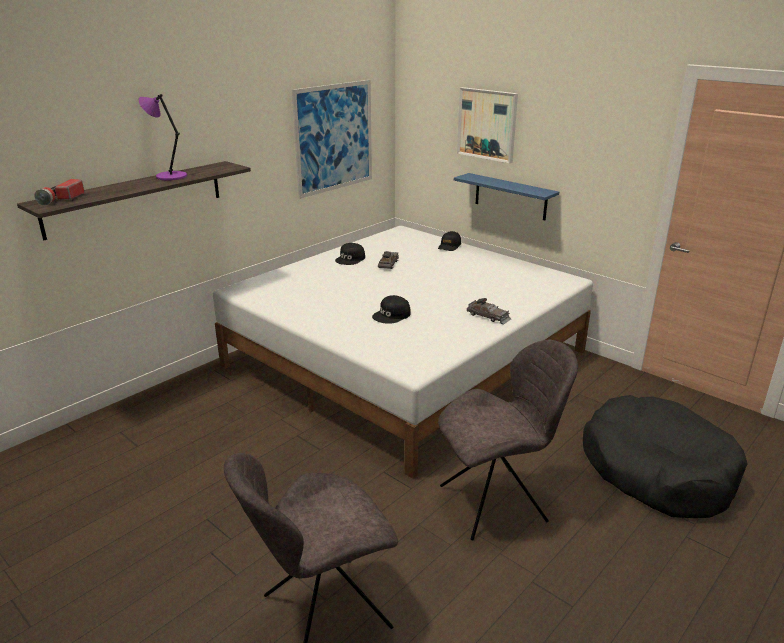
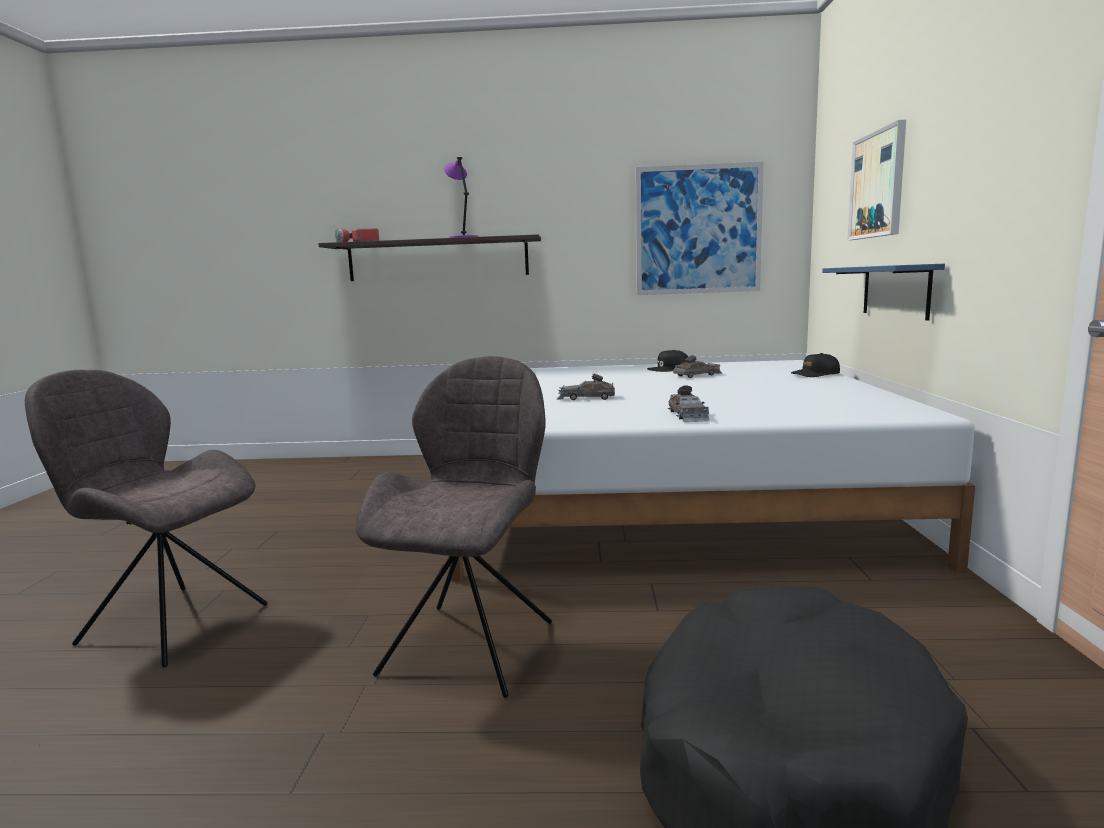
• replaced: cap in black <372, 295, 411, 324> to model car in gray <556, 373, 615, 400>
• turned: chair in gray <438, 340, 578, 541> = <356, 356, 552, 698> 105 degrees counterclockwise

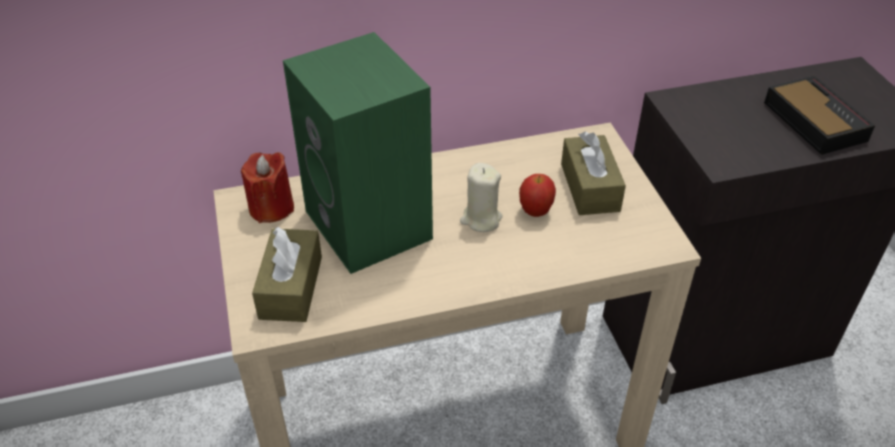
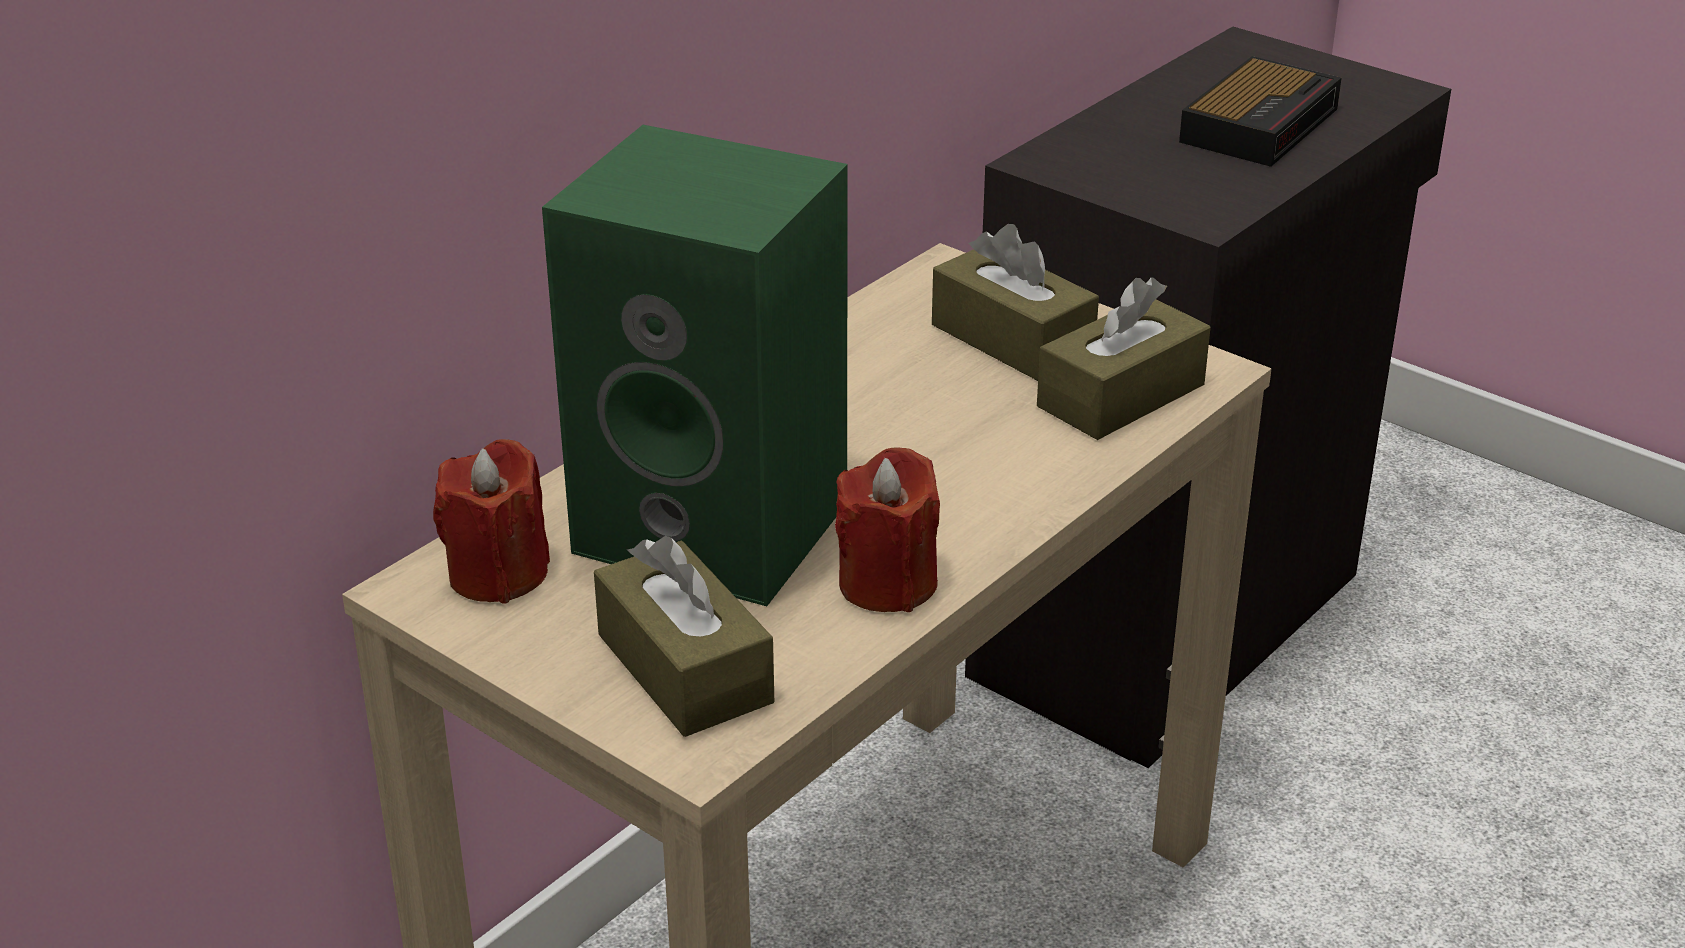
• removed: wax light in sand-coloured <460, 163, 502, 232>
• removed: apple fruit <519, 174, 556, 217>
• turned: alarm clock <764, 76, 875, 155> = <1179, 56, 1342, 167> 90 degrees clockwise
• added: wax light in red <835, 447, 940, 612>
• added: tissue box in brown-coloured <1037, 277, 1211, 440>

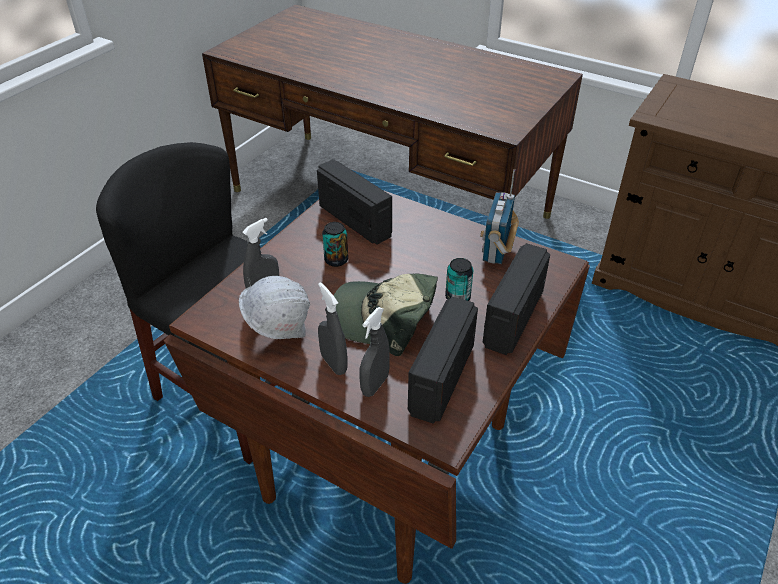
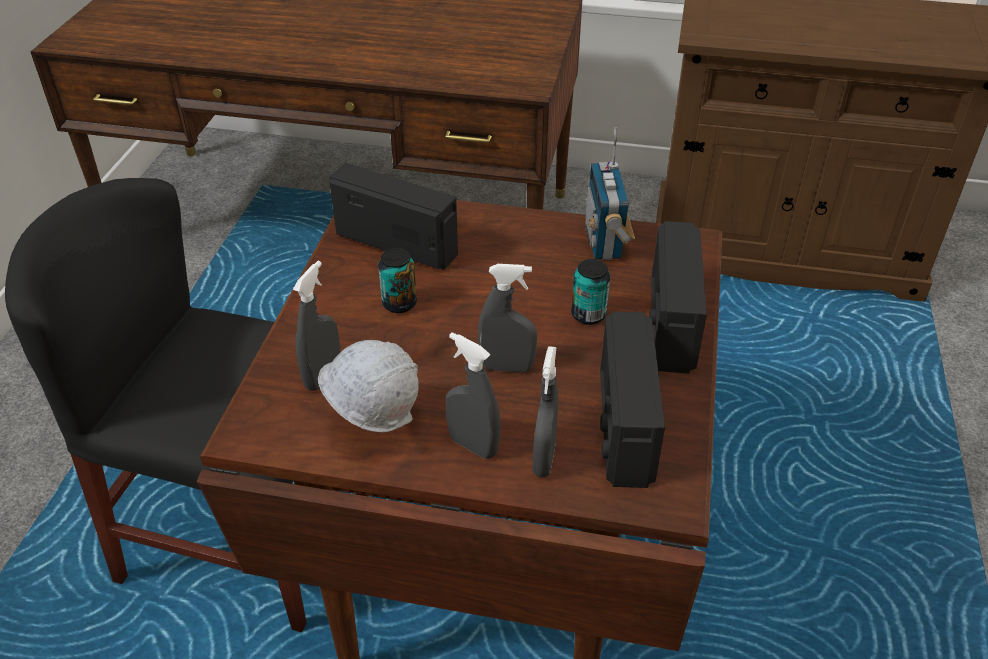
• replaced: cap <334, 273, 438, 356> to sprayer in gray <478, 264, 537, 372>

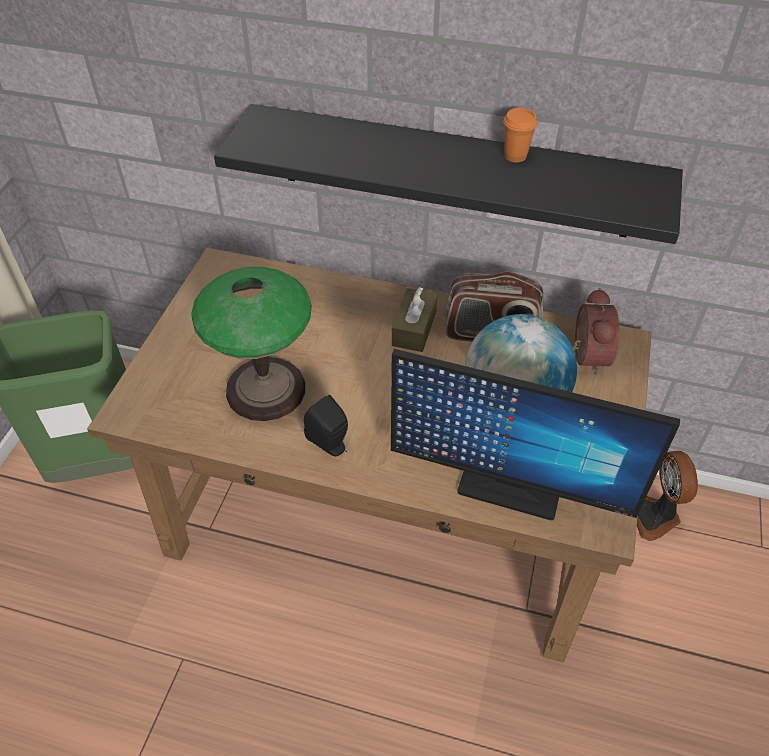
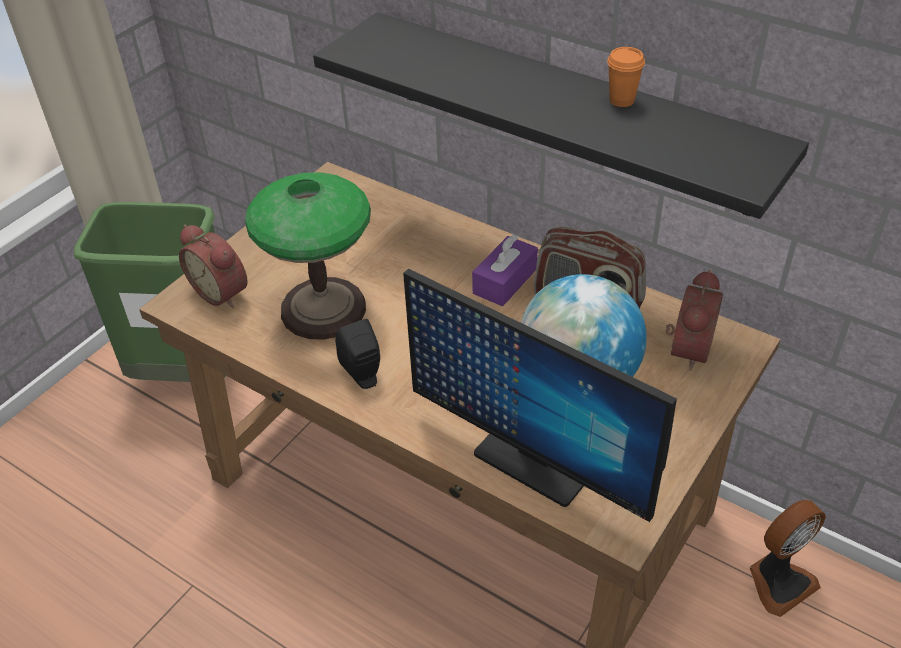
• recoloured: tissue box in brown-coloured <392, 287, 437, 352> to tissue box in purple <472, 234, 538, 306>
• turned: cooling fan <637, 451, 698, 541> = <750, 500, 826, 617> 135 degrees counterclockwise
• added: alarm clock <179, 225, 248, 308>

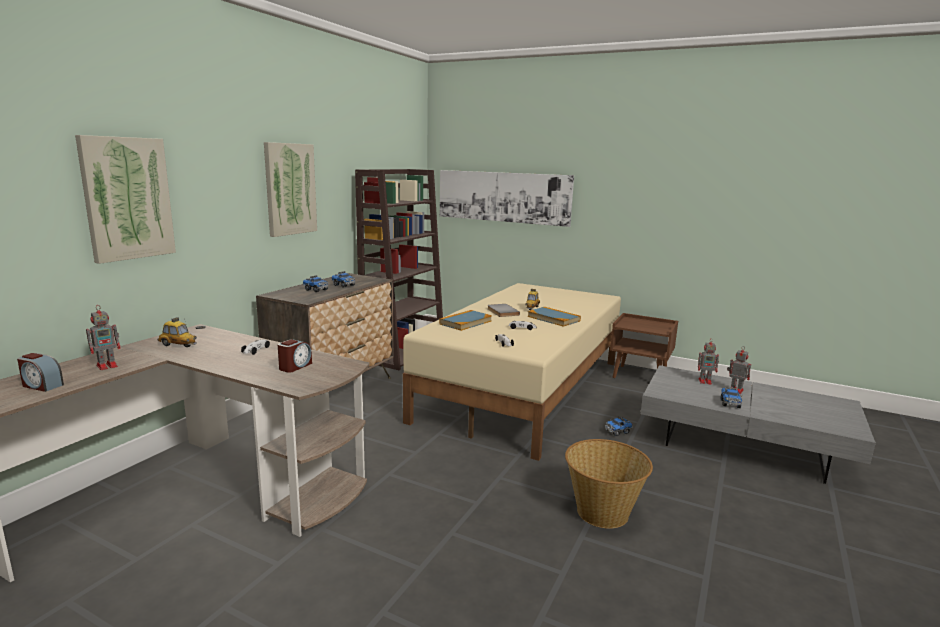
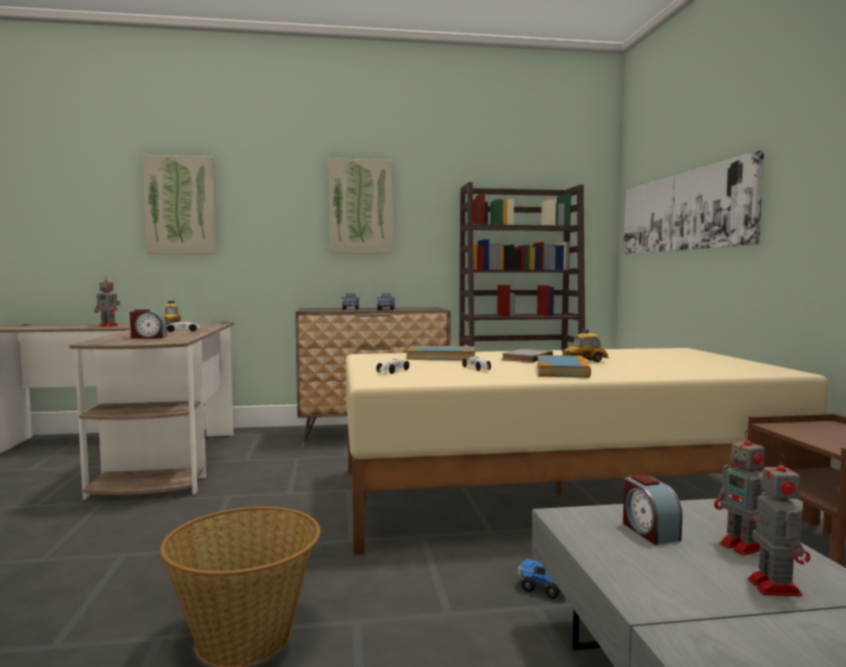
• moved: alarm clock <17, 353, 64, 392> to <623, 474, 682, 545>
• removed: model truck <721, 387, 743, 408>

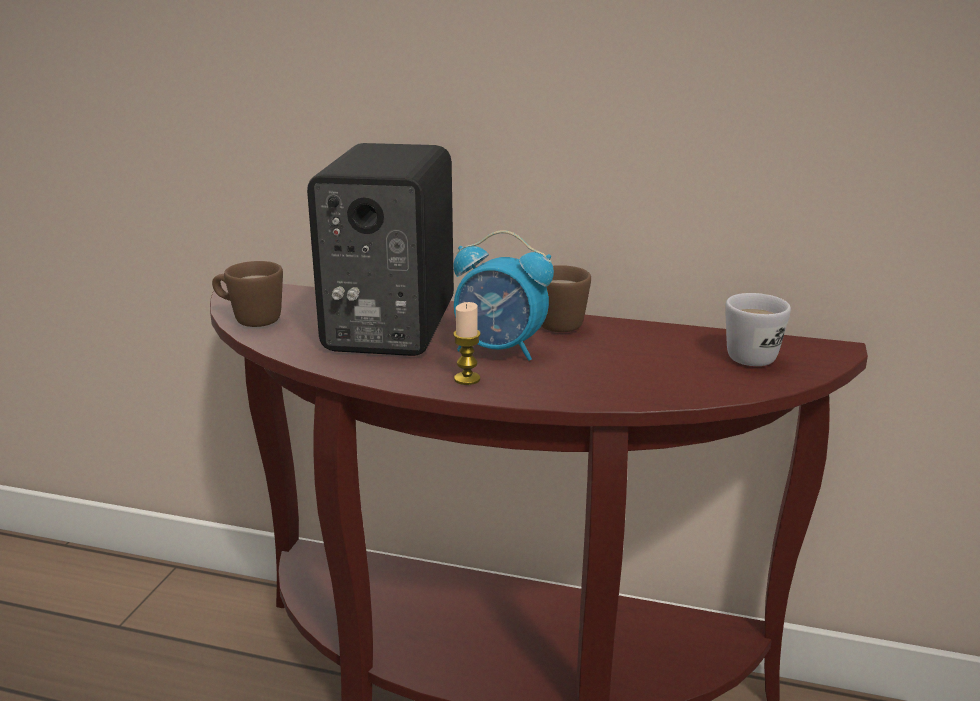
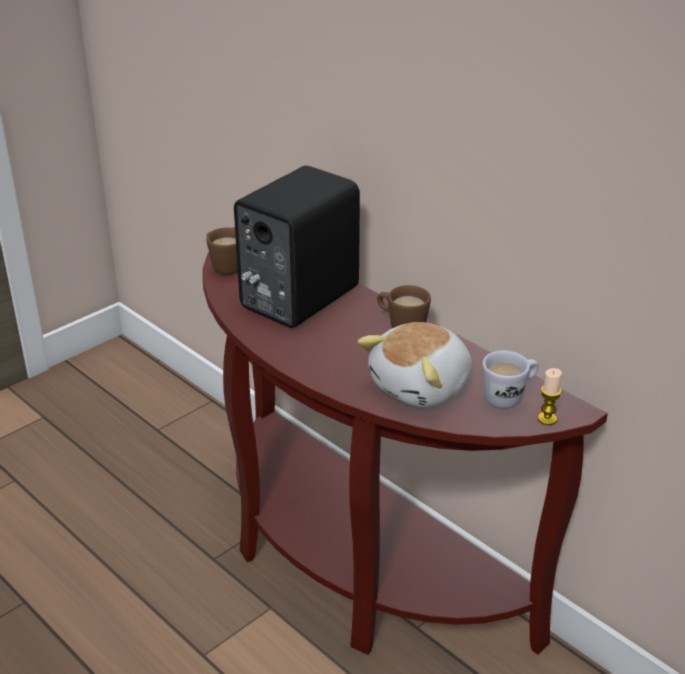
• removed: alarm clock <453, 230, 554, 361>
• moved: wax light <453, 302, 480, 385> to <538, 368, 562, 425>
• added: soft toy <358, 322, 472, 407>

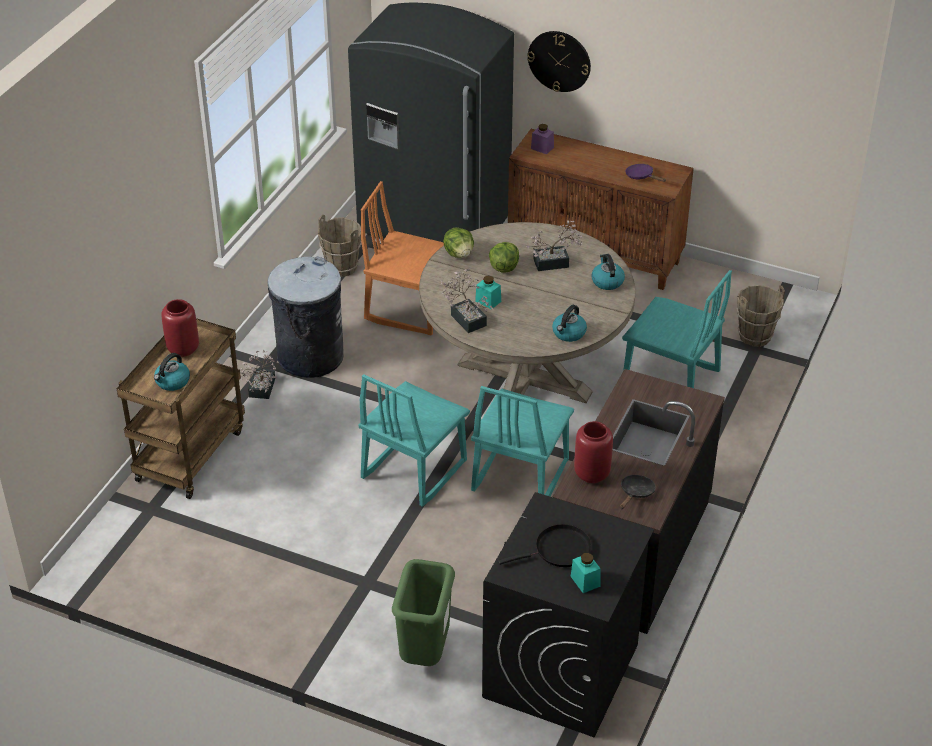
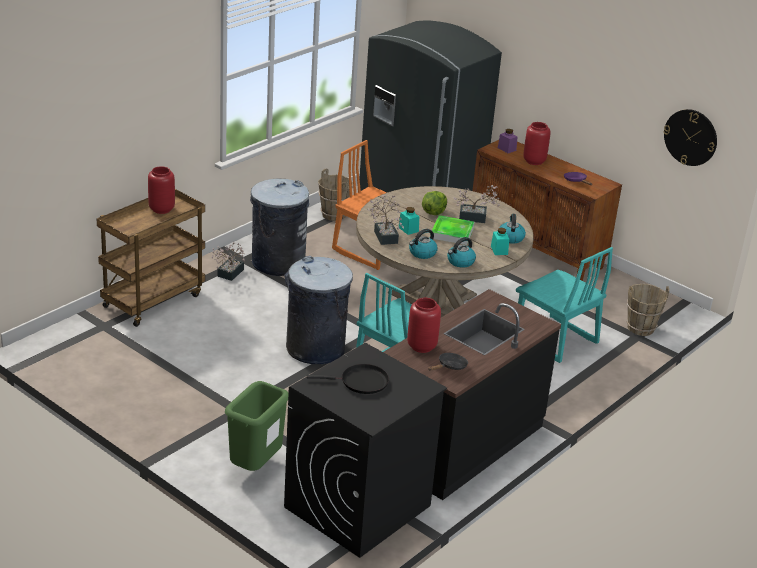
• moved: water kettle <154, 353, 190, 391> to <409, 229, 438, 259>
• replaced: chair in turquoise-coloured <359, 374, 470, 507> to trash can in gray <284, 256, 353, 364>
• removed: lettuce head <444, 227, 474, 258>
• moved: wall clock <527, 31, 591, 92> to <664, 109, 717, 166>
• moved: jar in turquoise-coloured <571, 553, 601, 593> to <491, 228, 509, 255>
• added: carrying tray <432, 215, 475, 245>
• added: flower vase in red <523, 122, 551, 165>

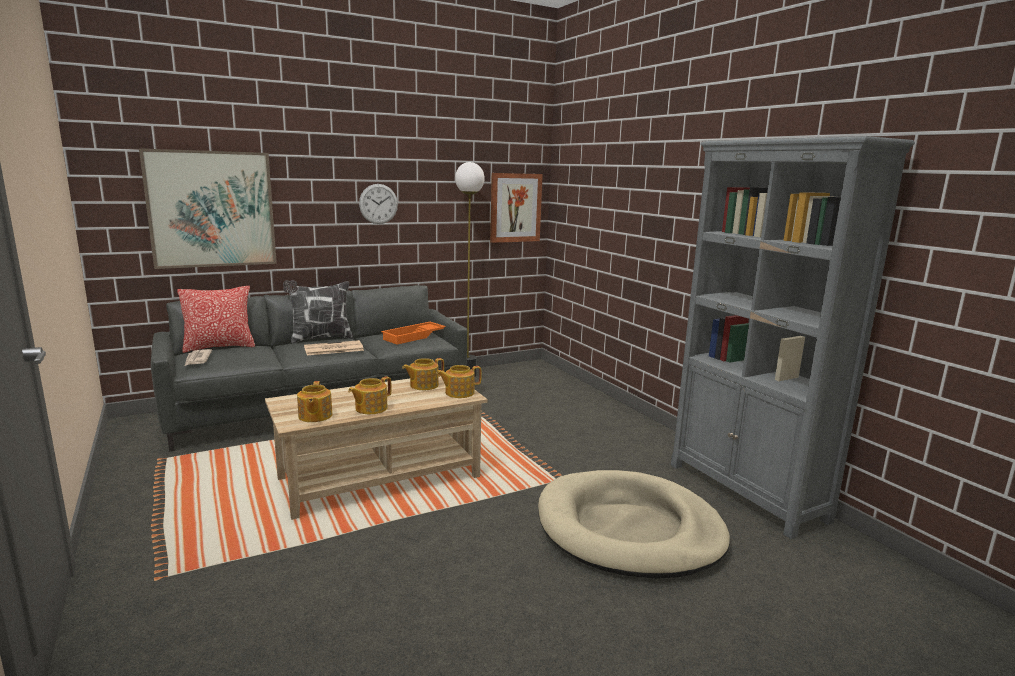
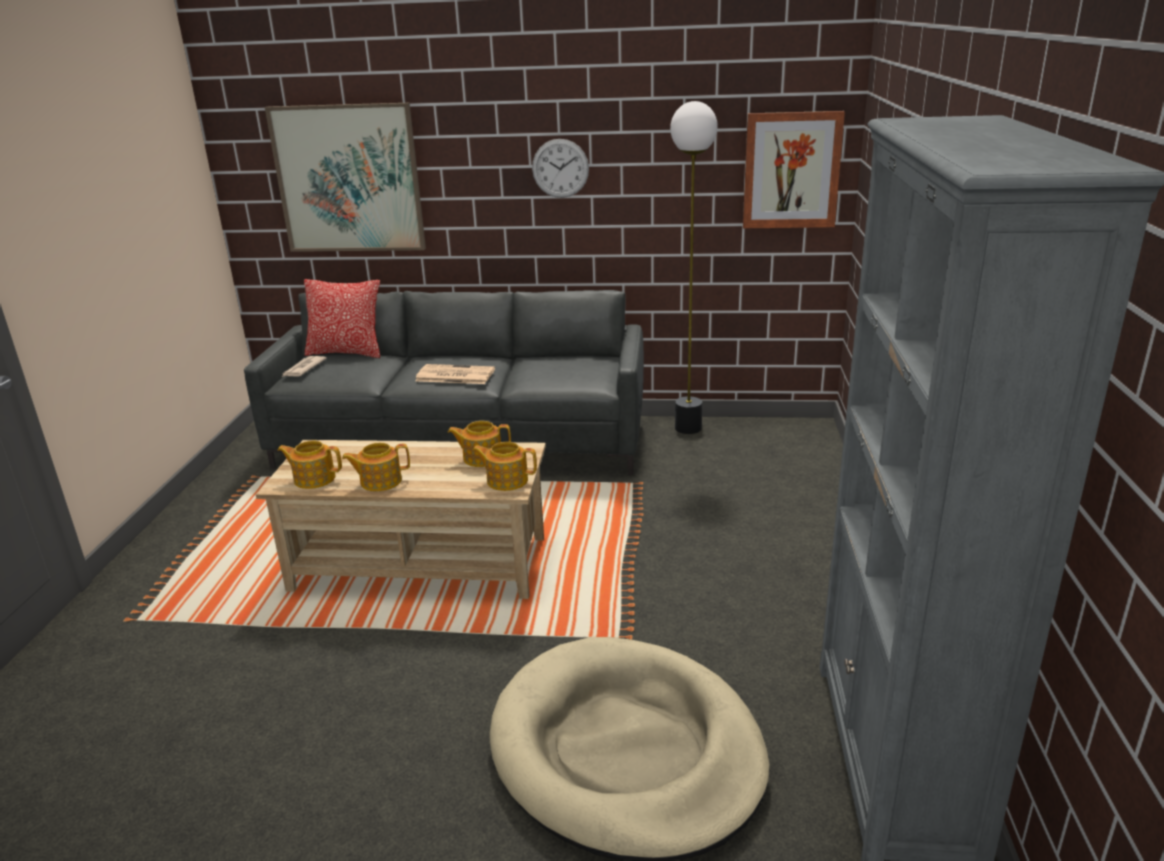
• removed: cushion <283, 280, 353, 344>
• turned: teapot <297, 381, 332, 422> = <277, 441, 342, 489> 75 degrees clockwise
• removed: carrying tray in orangey <381, 322, 446, 345>

